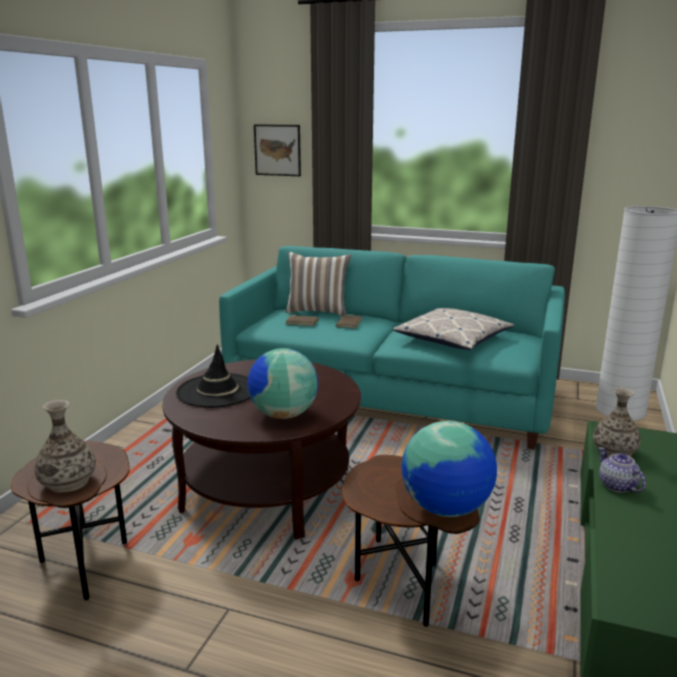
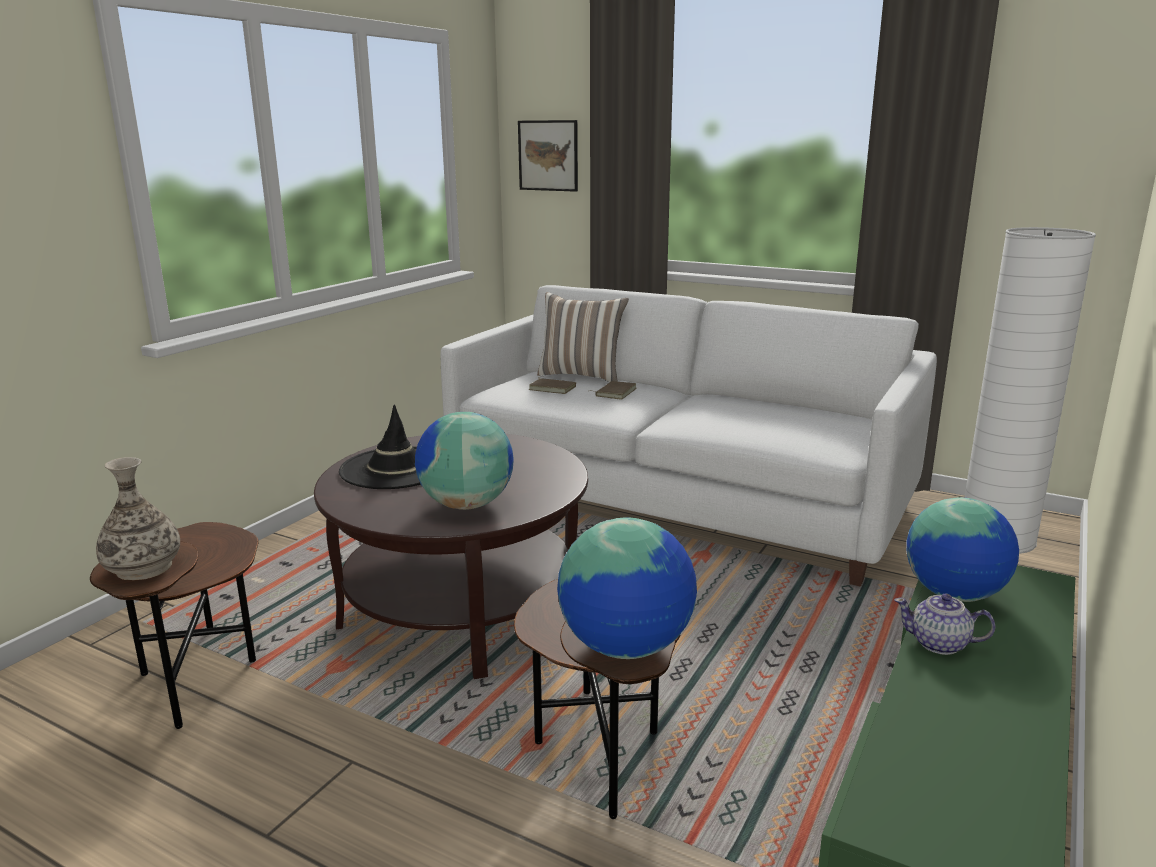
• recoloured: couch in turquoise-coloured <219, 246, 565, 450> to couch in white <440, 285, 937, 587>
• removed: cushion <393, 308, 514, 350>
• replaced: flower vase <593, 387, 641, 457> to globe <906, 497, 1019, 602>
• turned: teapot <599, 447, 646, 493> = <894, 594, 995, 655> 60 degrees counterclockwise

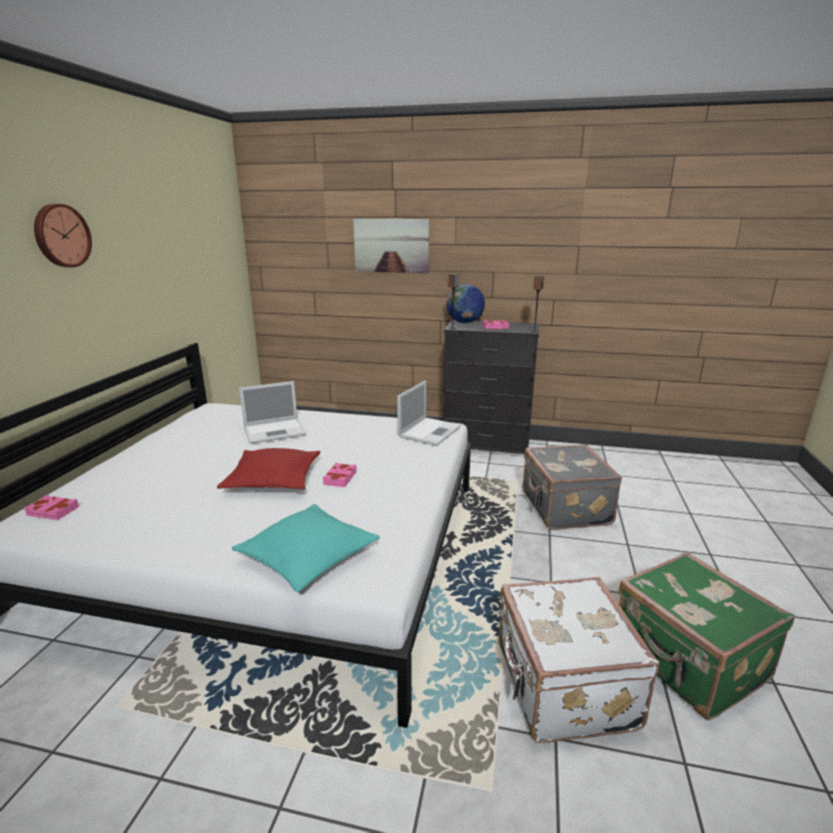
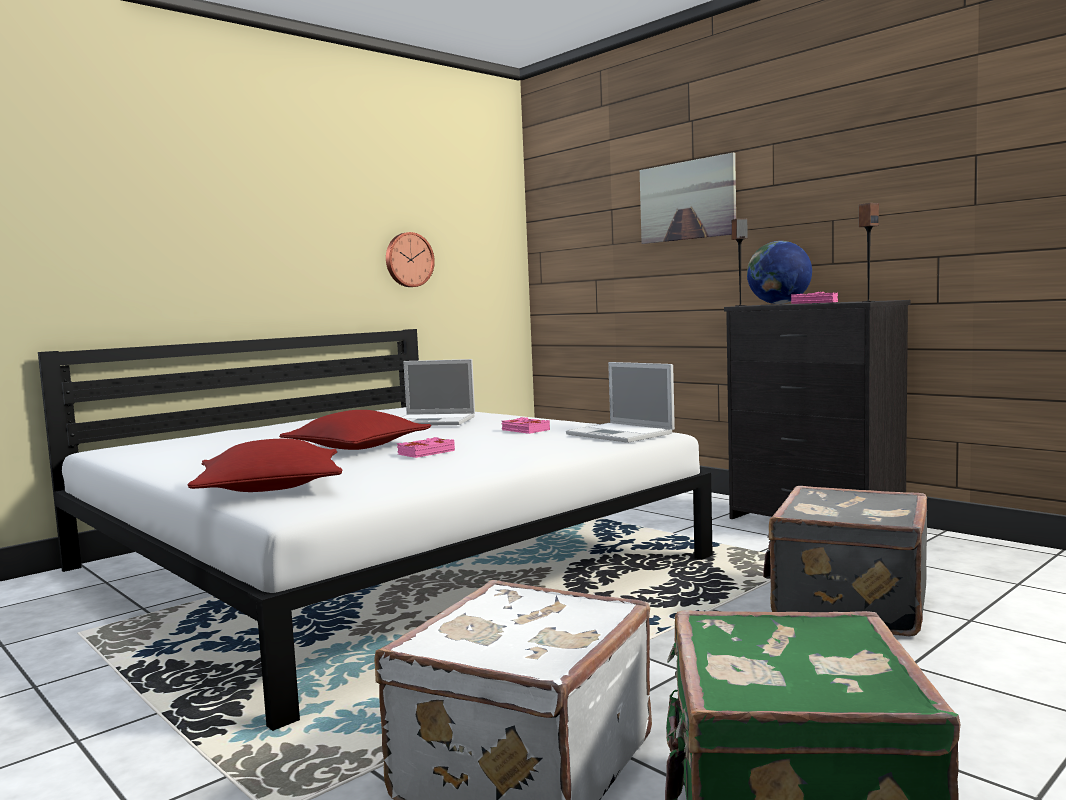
• moved: bound book in pinkish <24, 495, 79, 520> to <502, 417, 550, 434>
• moved: wall clock <34, 204, 92, 267> to <386, 232, 435, 287>
• recoloured: cushion in turquoise-coloured <232, 504, 380, 592> to cushion in red <188, 439, 342, 492>
• turned: portable computer <397, 381, 461, 446> = <566, 362, 675, 443> 75 degrees clockwise

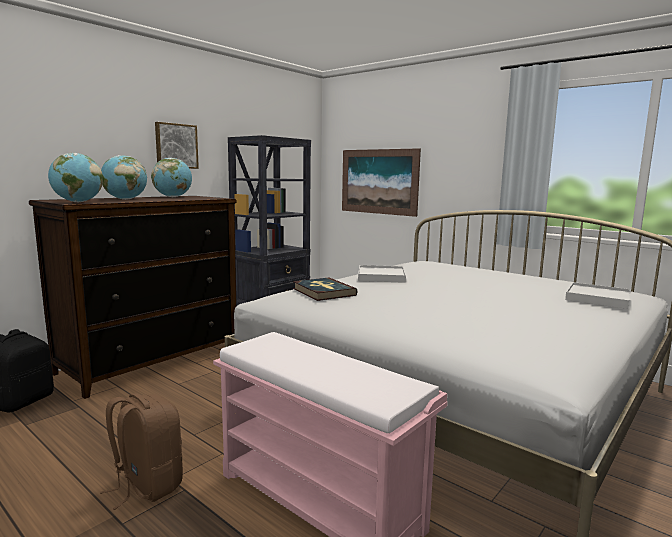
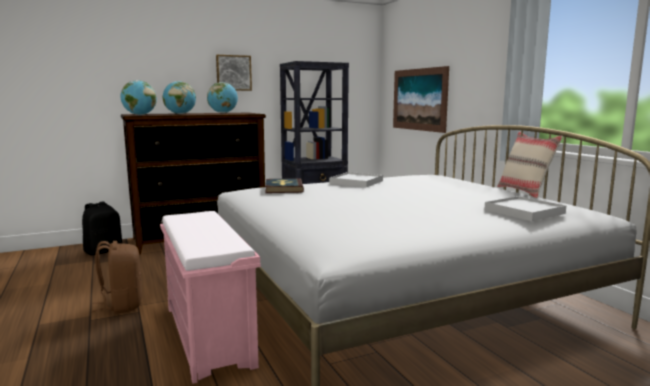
• added: cushion in sand-coloured <497, 131, 563, 198>

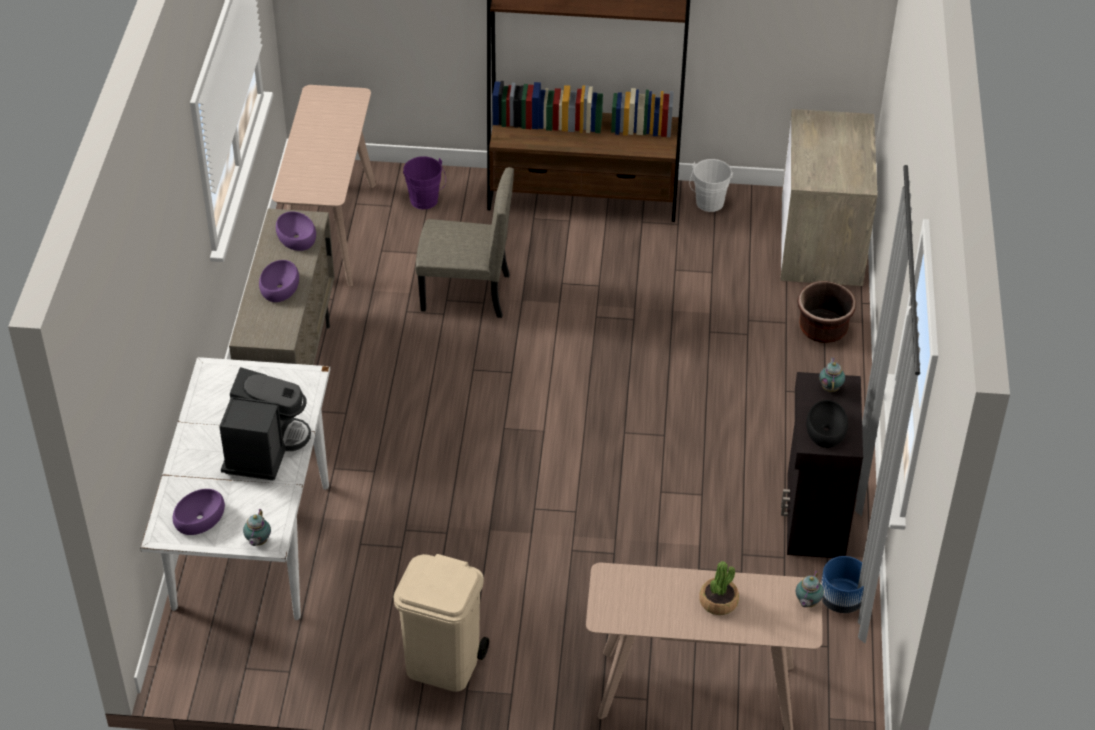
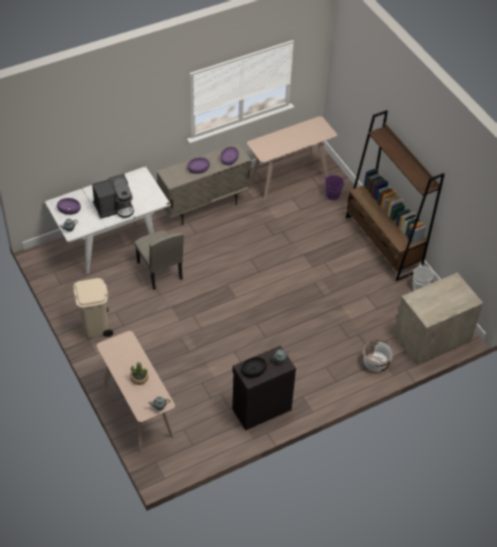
• moved: chair in sand-coloured <416, 167, 514, 318> to <134, 231, 184, 290>
• recoloured: flower pot in brown-coloured <797, 281, 856, 343> to flower pot in white <363, 340, 394, 372>
• removed: flower pot in blue-coloured <821, 556, 864, 613>

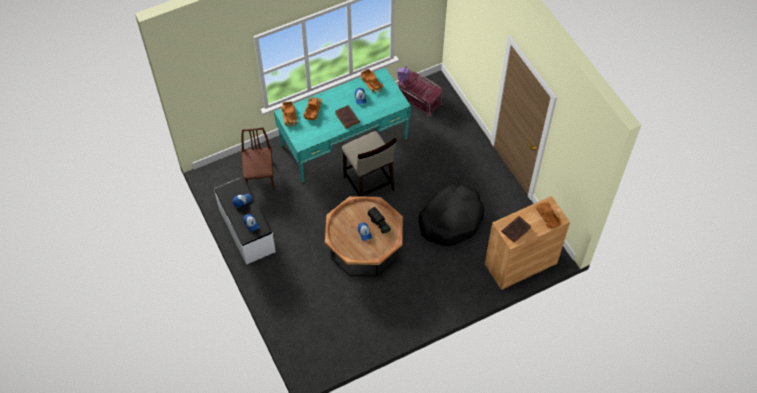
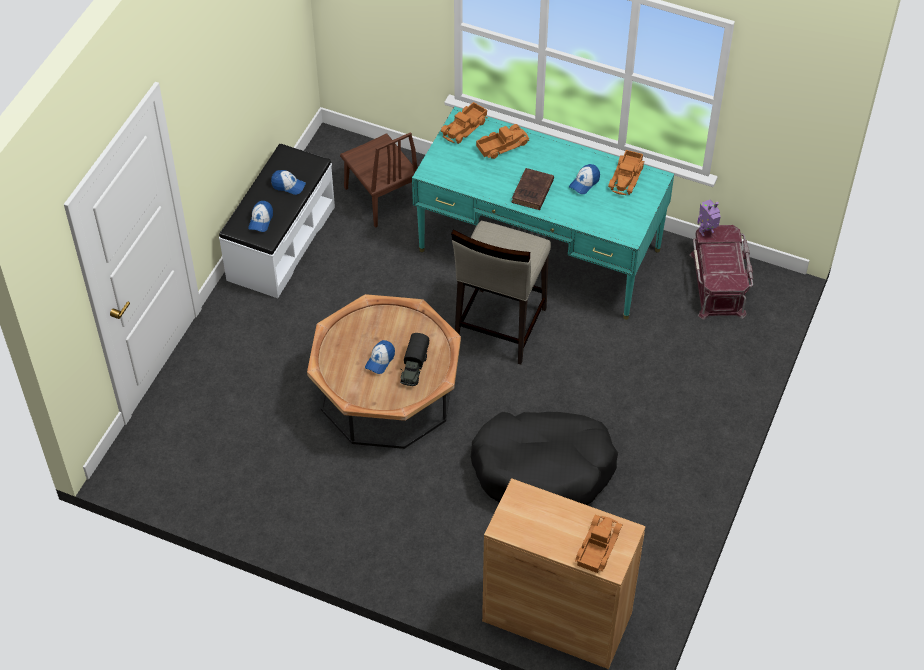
• turned: chair in brown-coloured <241, 128, 275, 190> = <340, 132, 417, 228> 105 degrees clockwise
• removed: bound book in brown-coloured <501, 216, 531, 243>

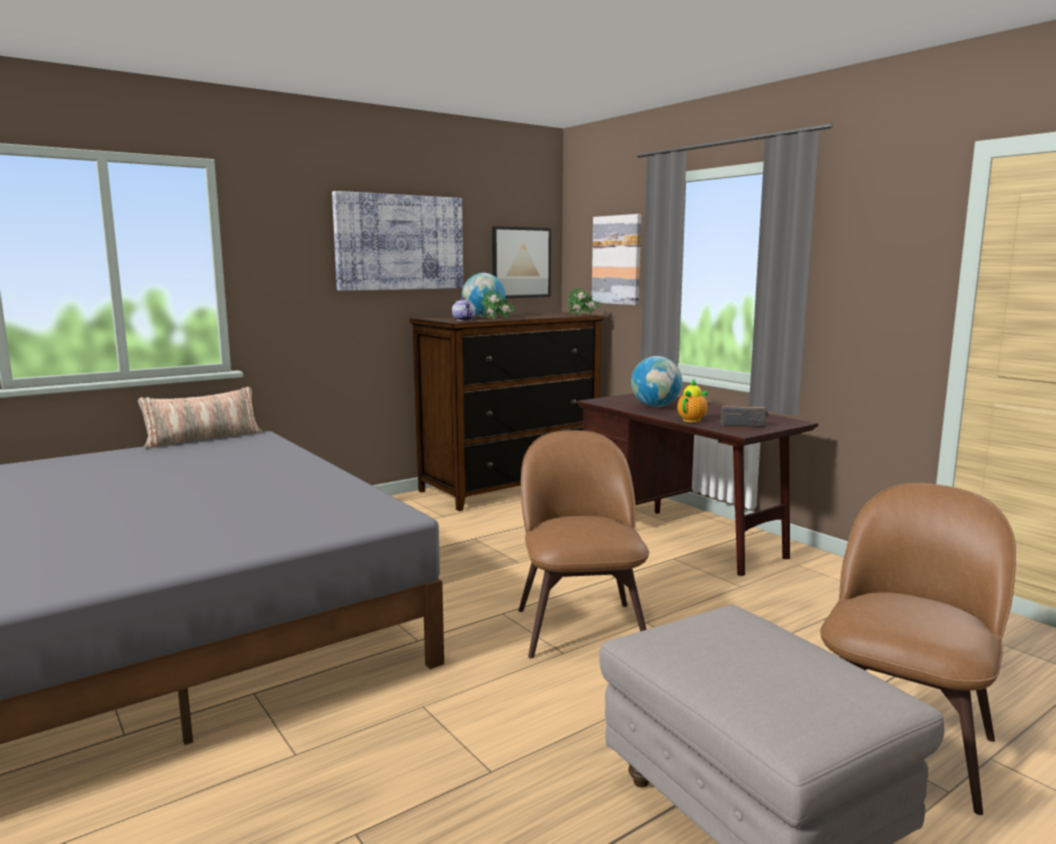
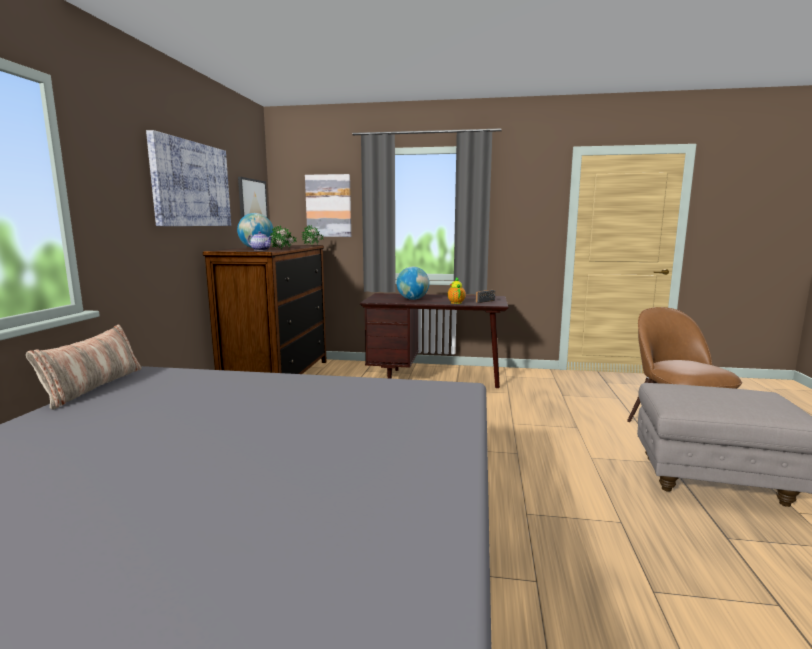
• removed: chair in brown-coloured <518, 430, 649, 658>

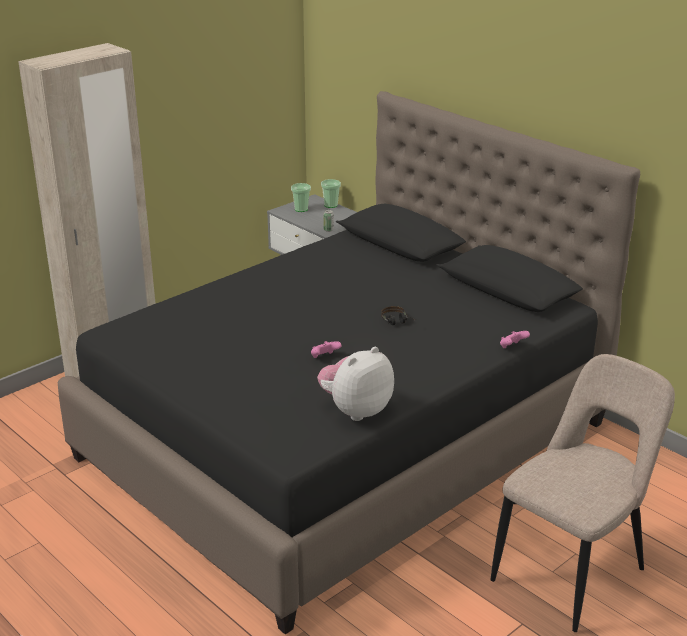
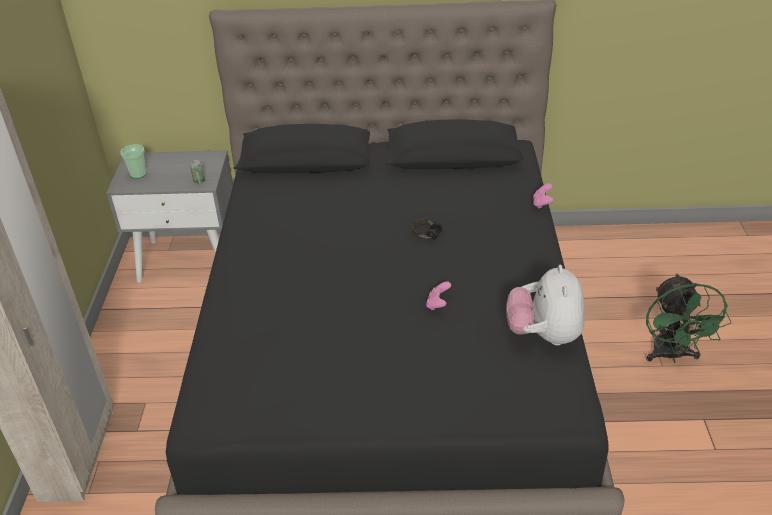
• removed: cup <321, 179, 341, 208>
• replaced: chair in sand-coloured <490, 354, 675, 632> to cooling fan in green-coloured <646, 273, 732, 363>

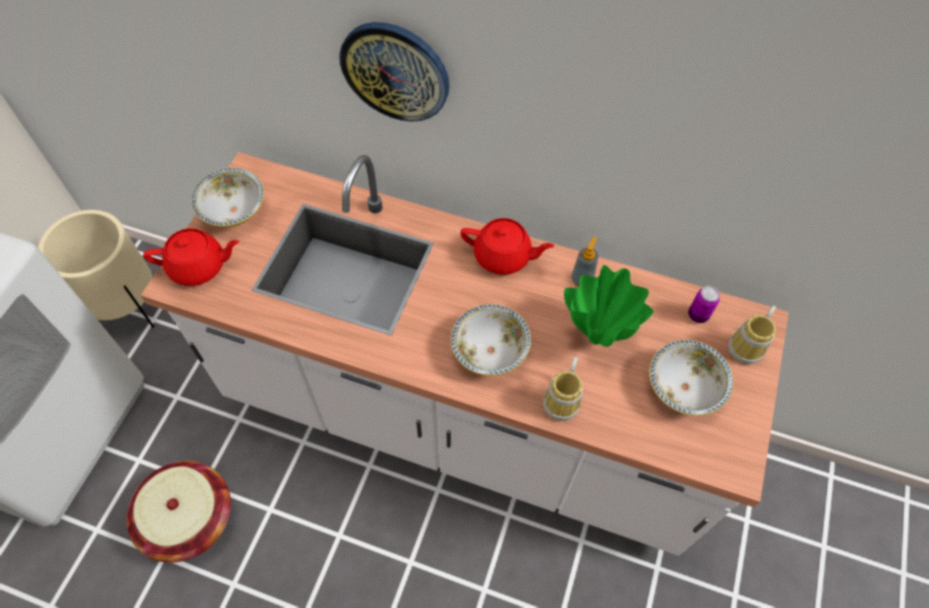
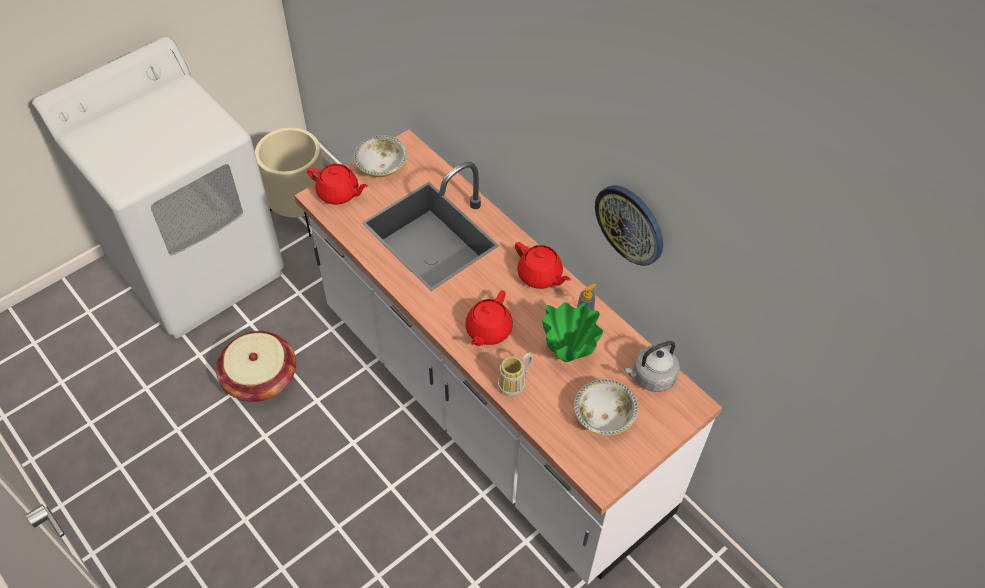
• moved: wall clock <339, 22, 449, 122> to <595, 185, 663, 266>
• replaced: deep dish <451, 304, 531, 376> to teapot in red <465, 290, 513, 346>
• replaced: metal can <688, 286, 720, 323> to water kettle in gray <624, 341, 680, 392>
• removed: tea mug <728, 305, 777, 365>

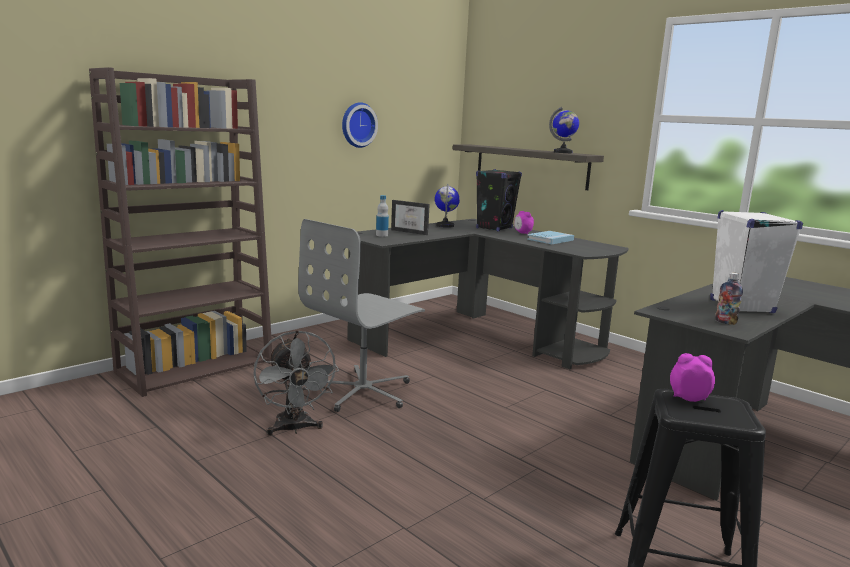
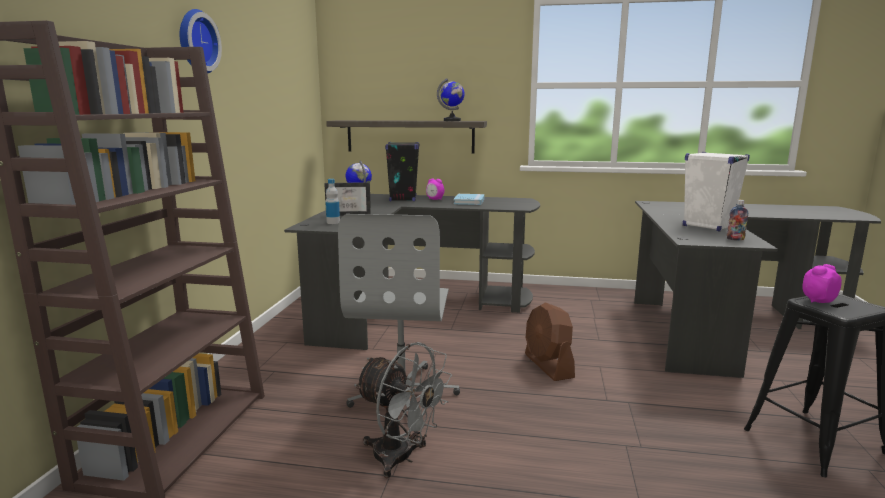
• moved: wall clock <342, 102, 378, 148> to <180, 9, 222, 73>
• added: cooling fan in brown-coloured <525, 302, 575, 381>

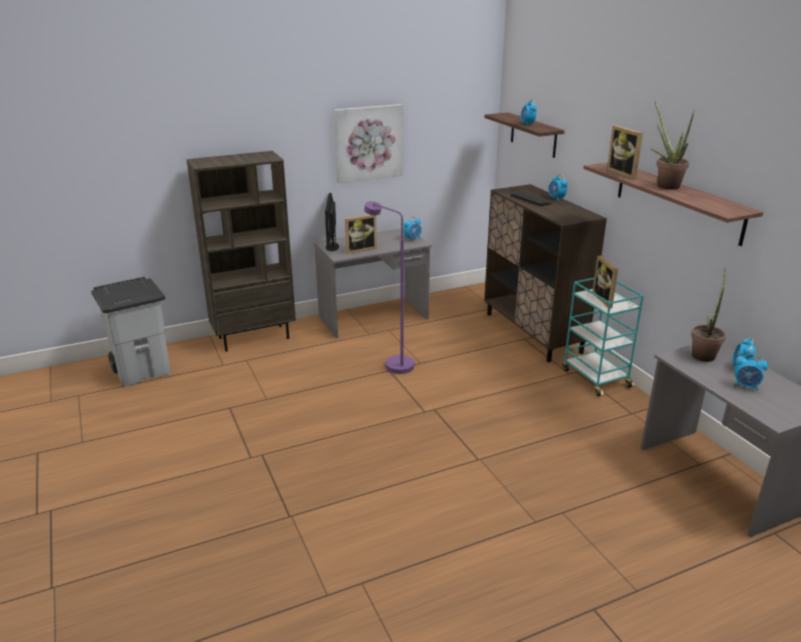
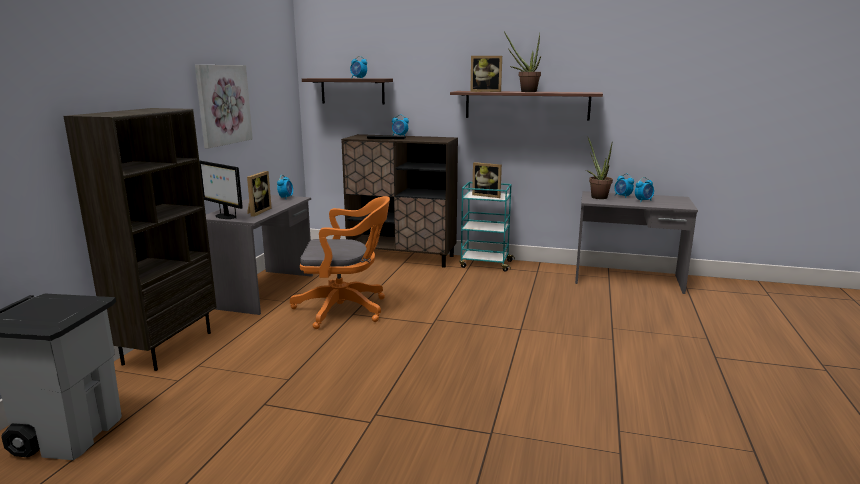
• replaced: standing lamp in purple <364, 201, 414, 374> to computer chair in orangey <290, 196, 390, 329>

